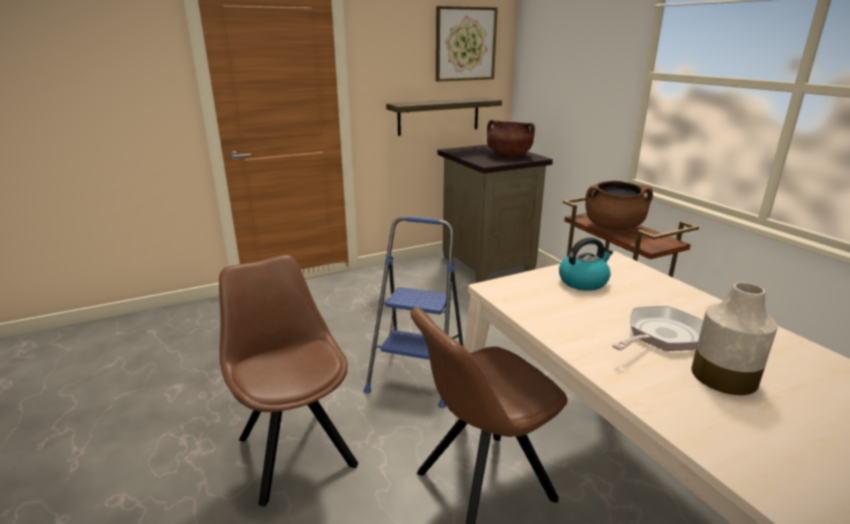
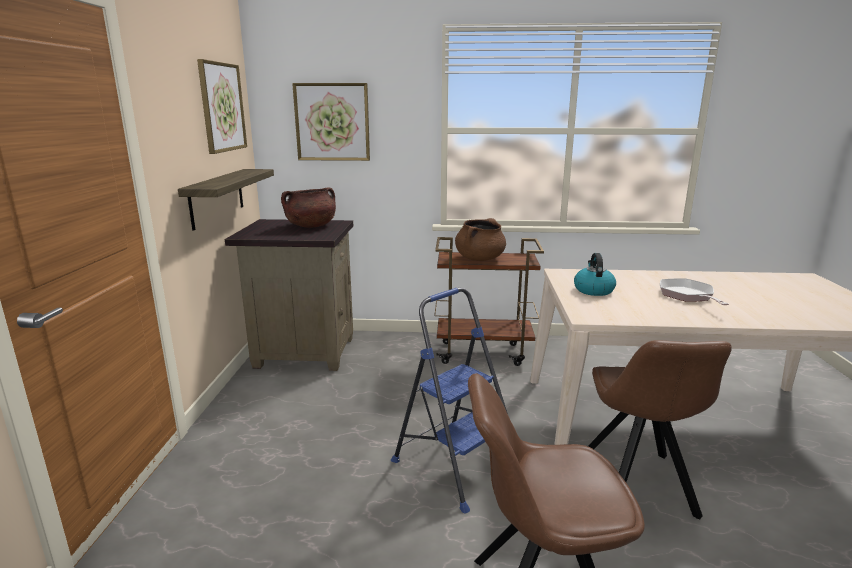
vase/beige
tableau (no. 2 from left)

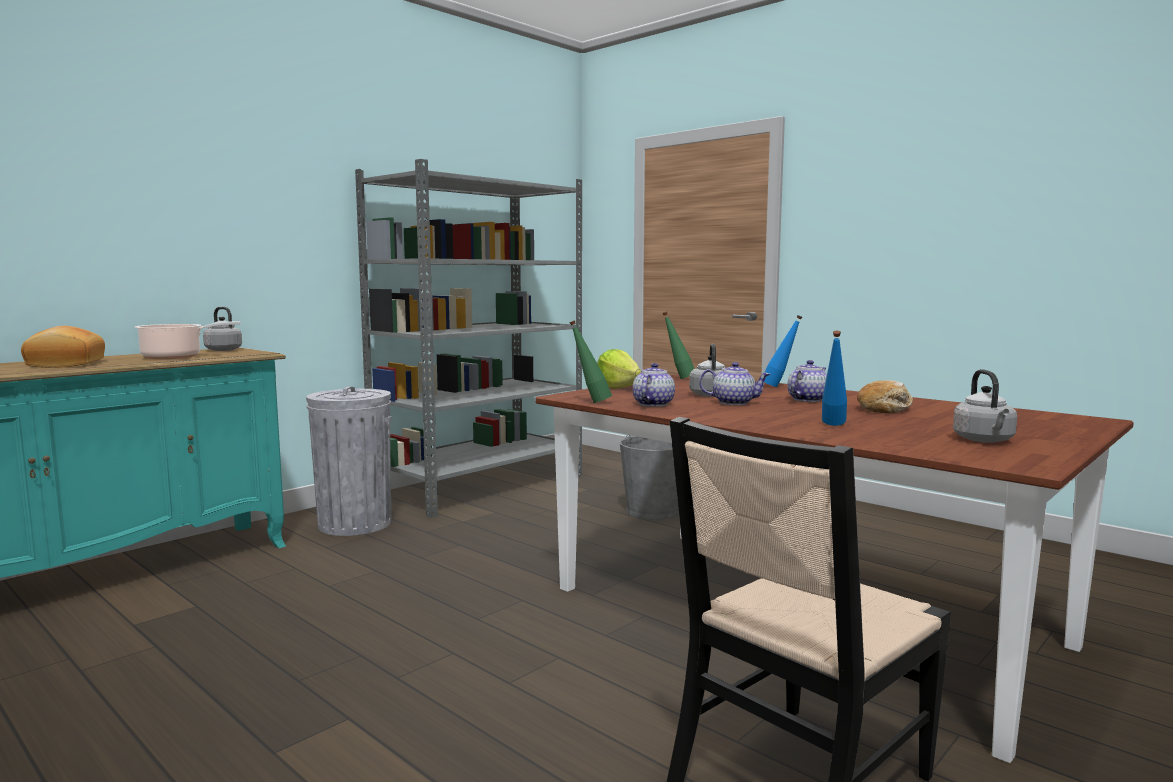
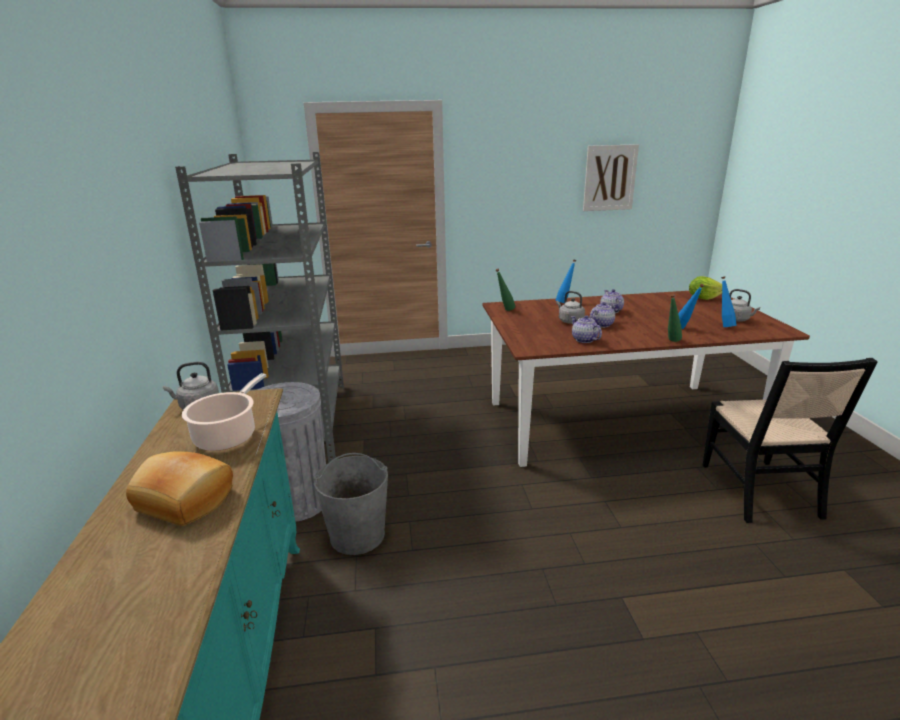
bouteille/vert (no. 2 from left)
laitue
seau/gris
pain (no. 2 from left in the first image)
tableau
bouteille/bleu (no. 3 from left)

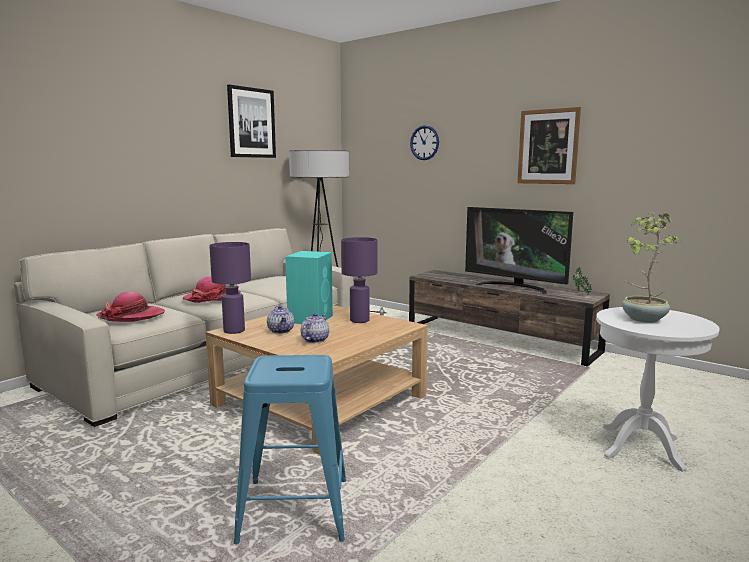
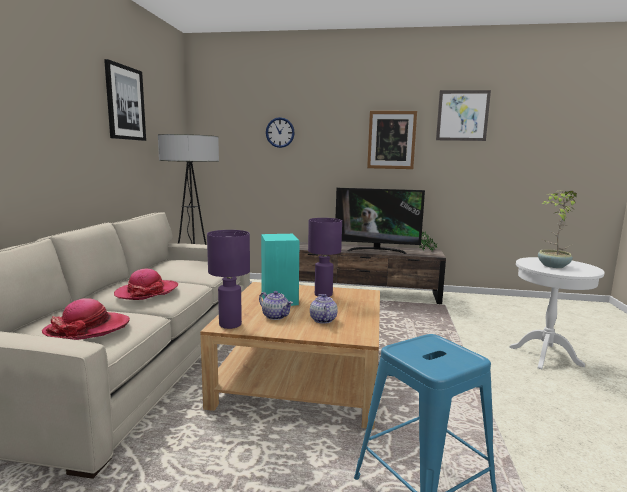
tableau (no. 3 from left)

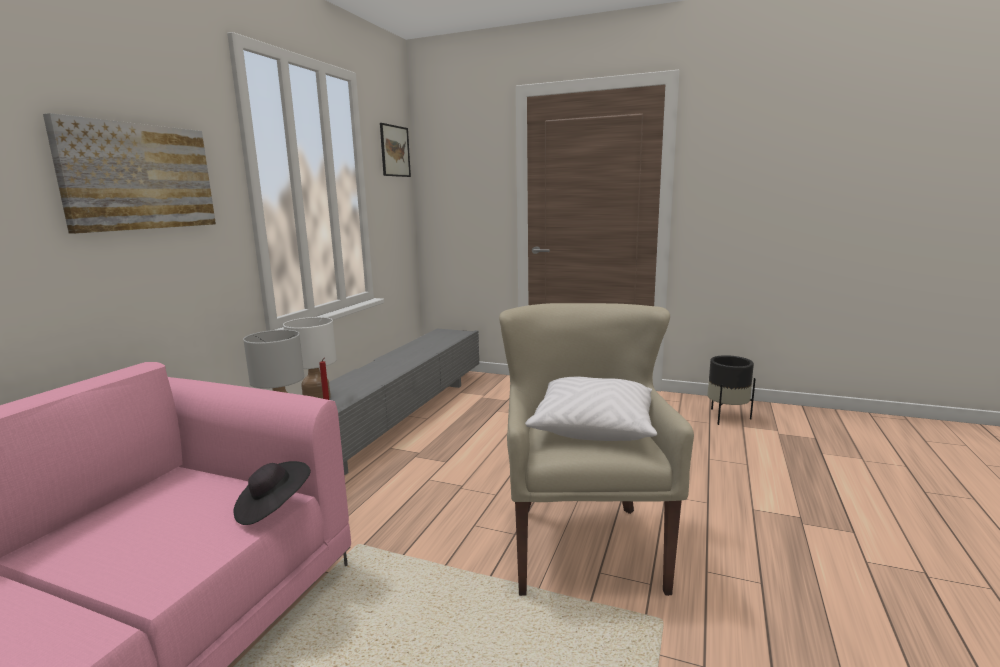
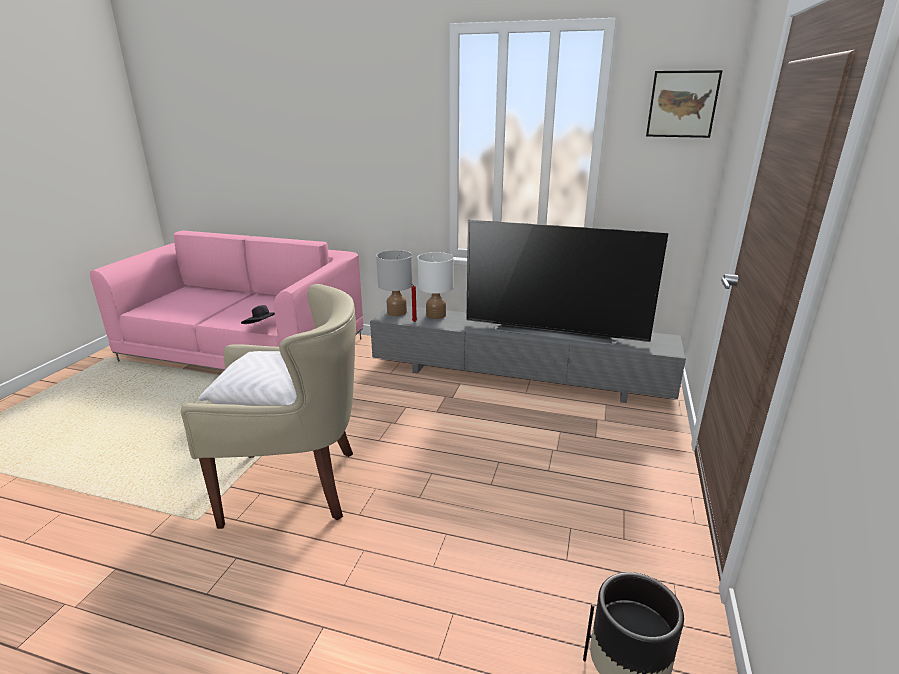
tableau (no. 1 from left in the first image)
téléviseur

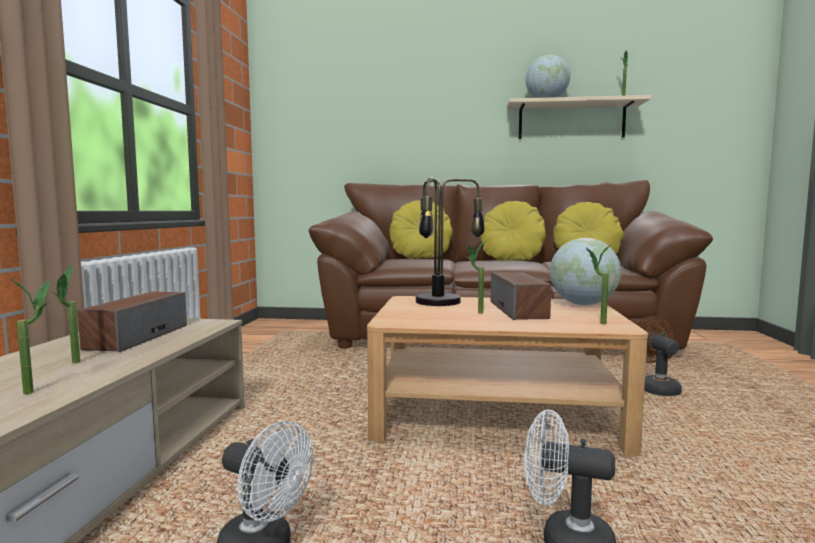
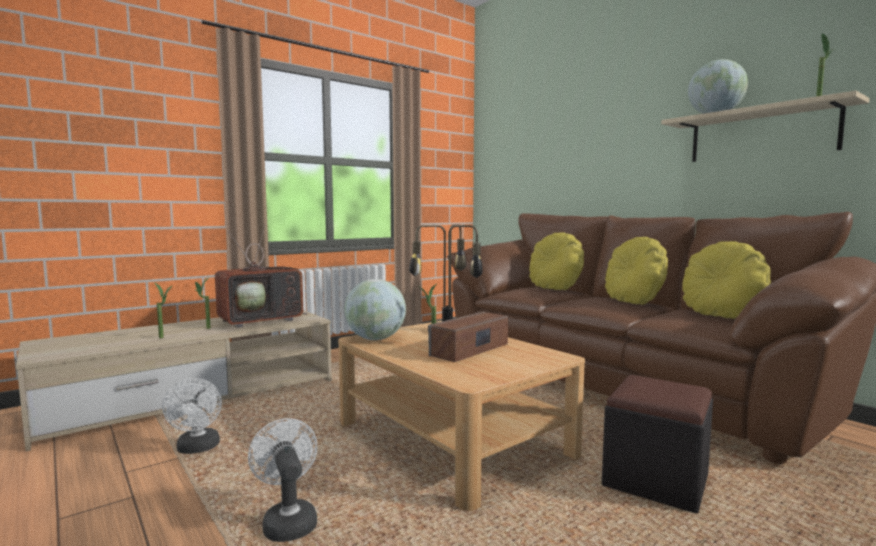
téléviseur
globe (no. 1 from left)
plante en pot (no. 4 from left in the first image)
pouf/noir

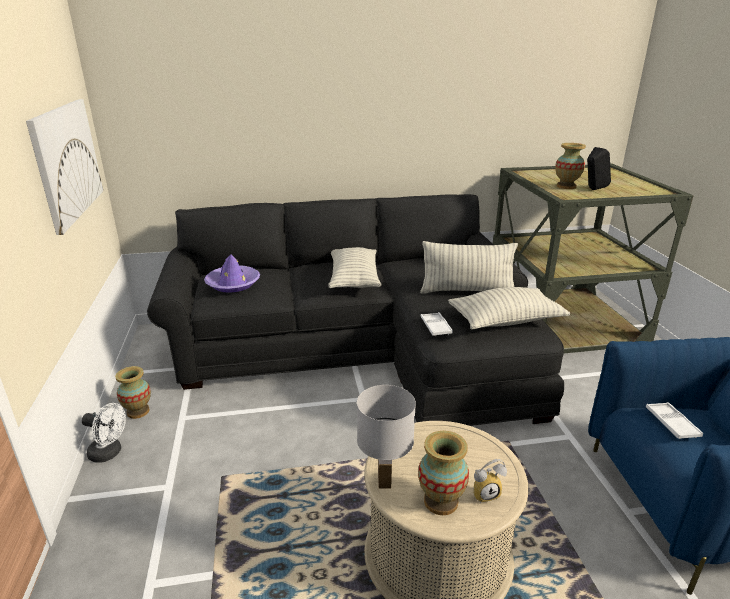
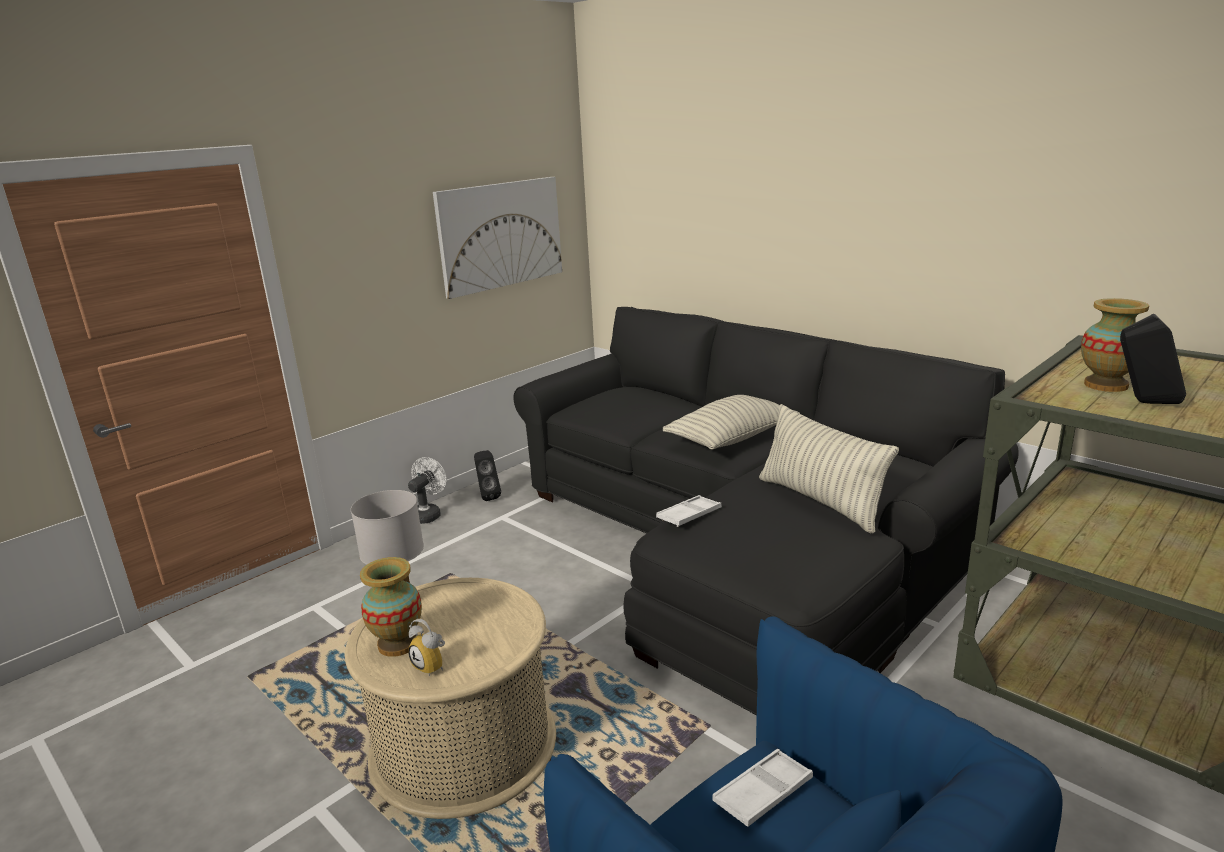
ventilateur/blanc
enceinte/noir (no. 1 from left)
chapeau/violet
coussin (no. 3 from left in the first image)

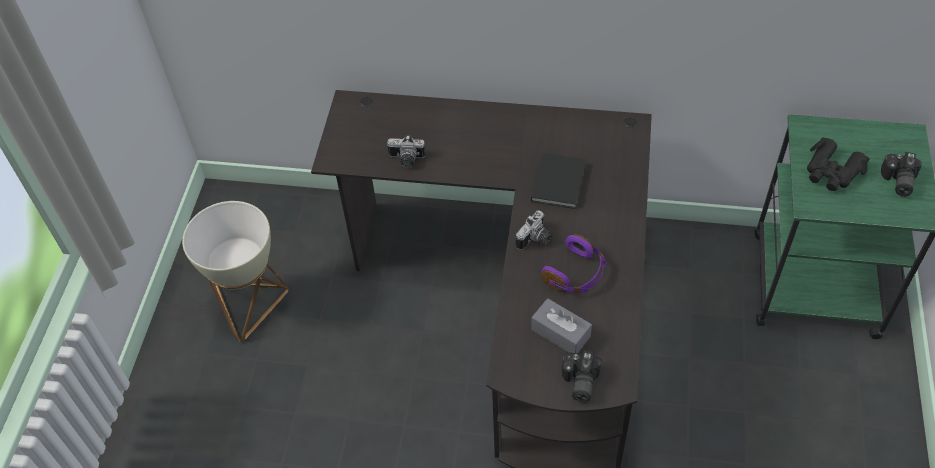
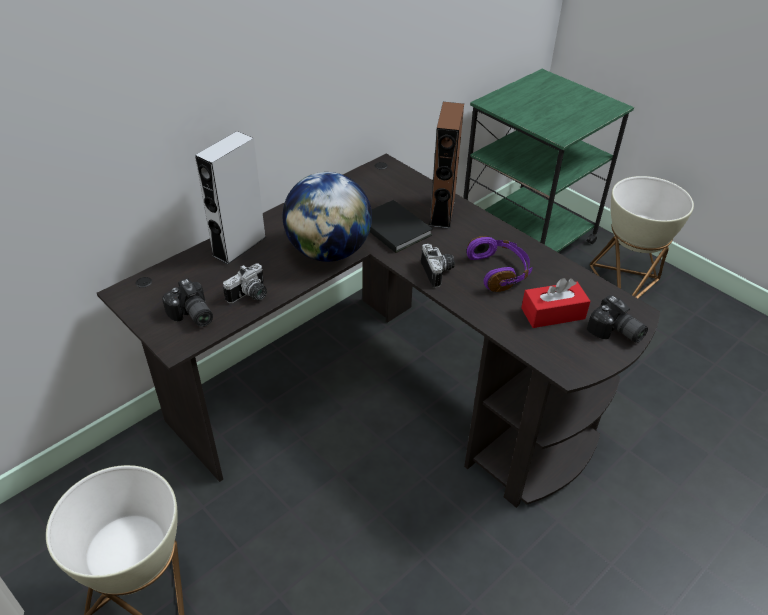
boîte à mouchoirs/rouge
jumelles/noir
appareil photo (no. 1 from left)
enceinte/gris
globe
enceinte/marron
cache-pot (no. 2 from left)

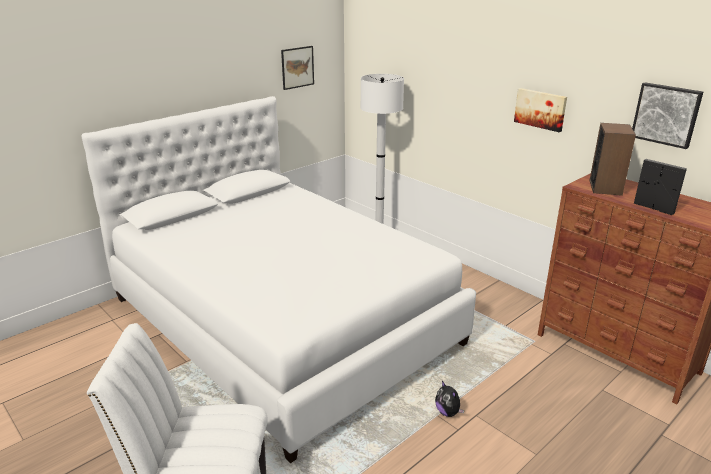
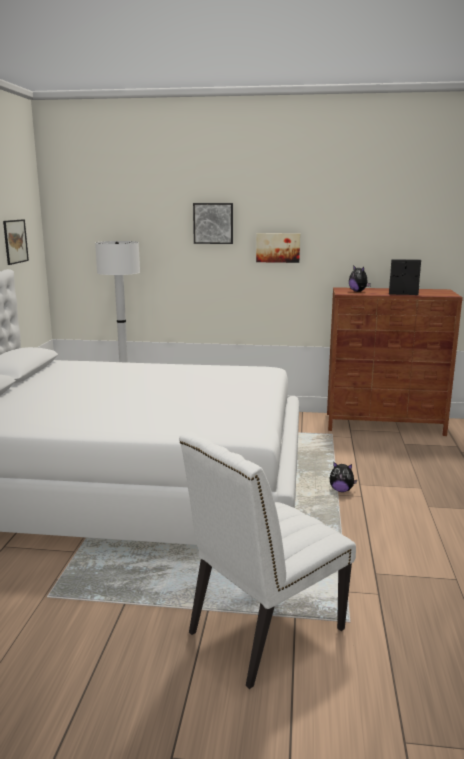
peluche (no. 2 from left)
tableau (no. 2 from left)

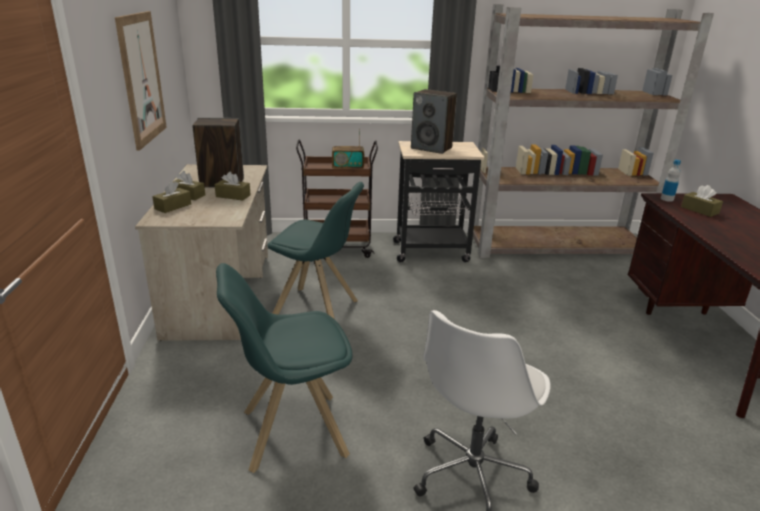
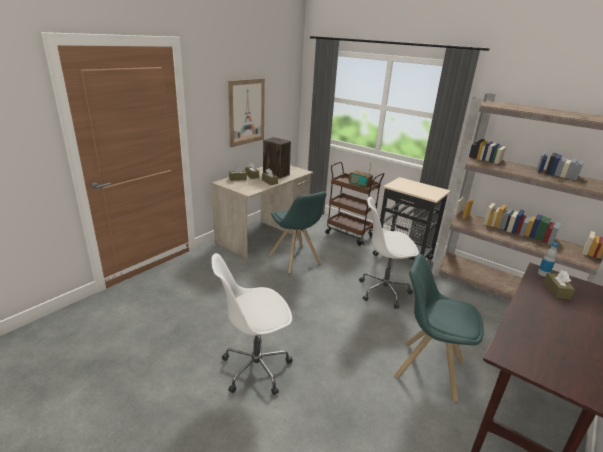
chaise/turquoise (no. 2 from left)
enceinte (no. 2 from left in the first image)
chaise de bureau/blanc (no. 2 from left)

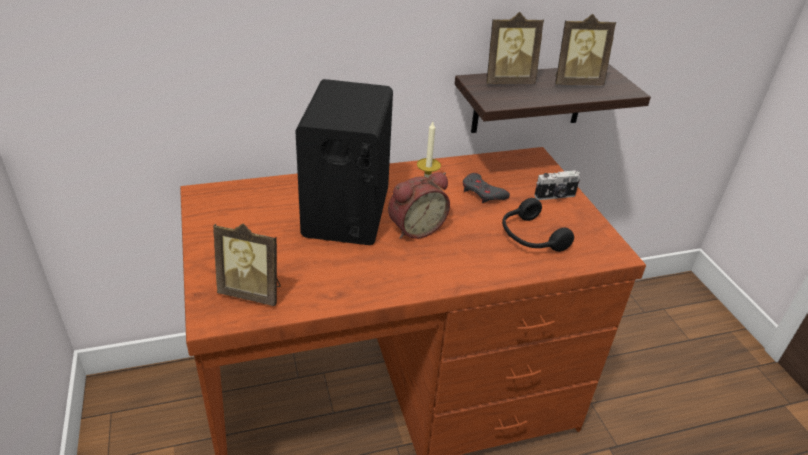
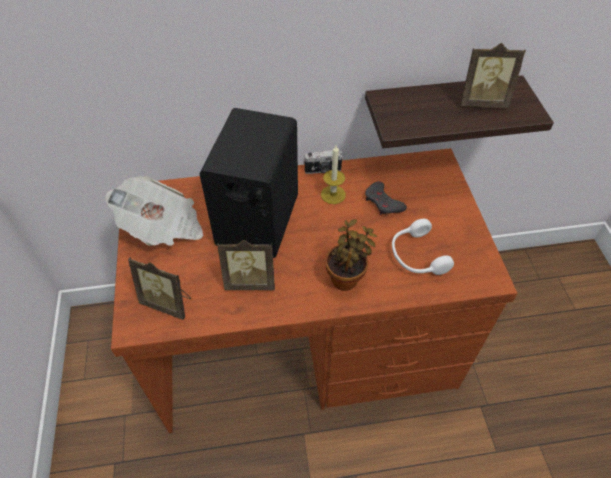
réveil
cadre photo (no. 2 from left)
casque audio/blanc
appareil photo
journal
plante en pot

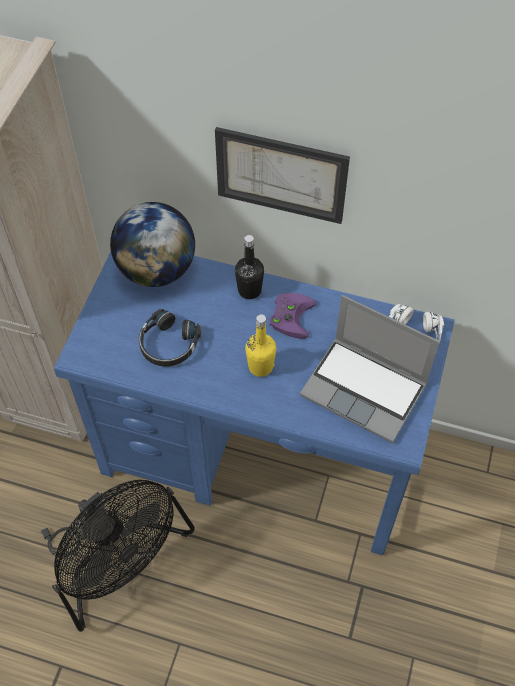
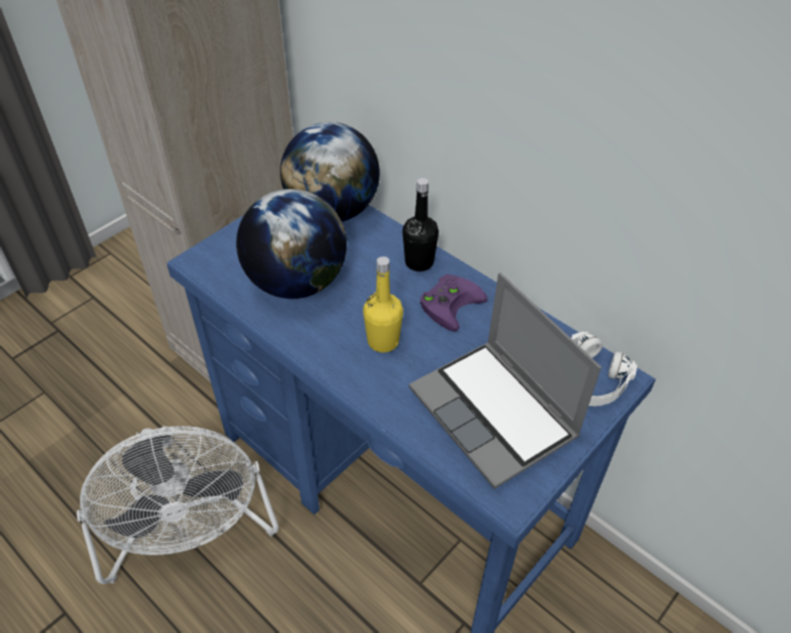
ventilateur/blanc
globe (no. 1 from left)
tableau

